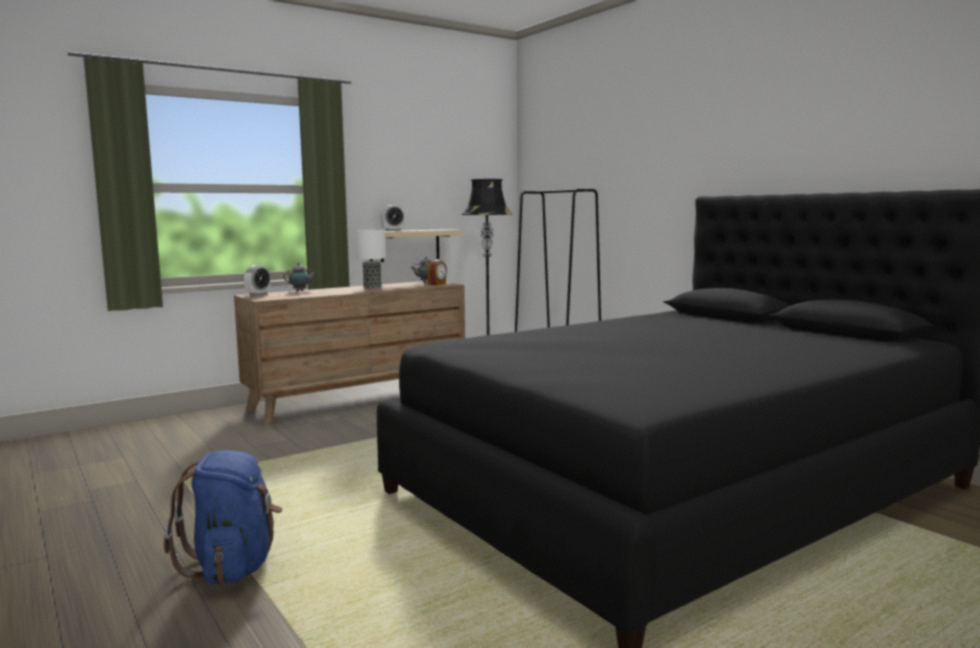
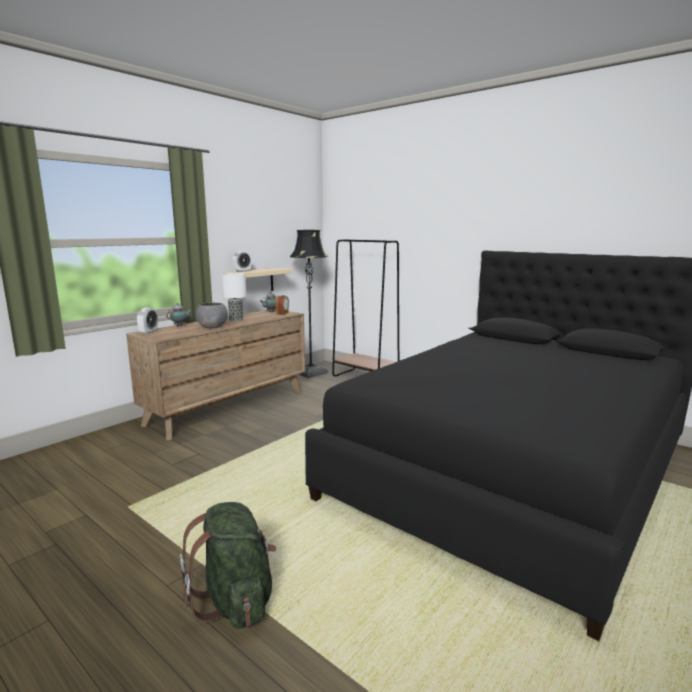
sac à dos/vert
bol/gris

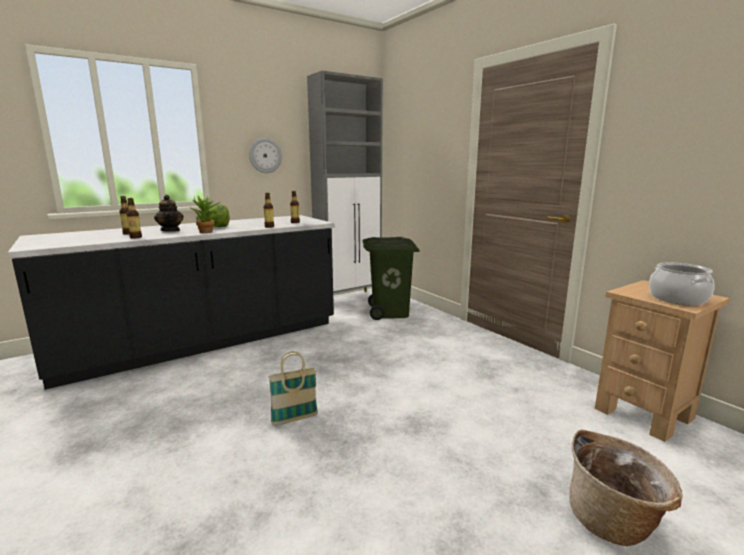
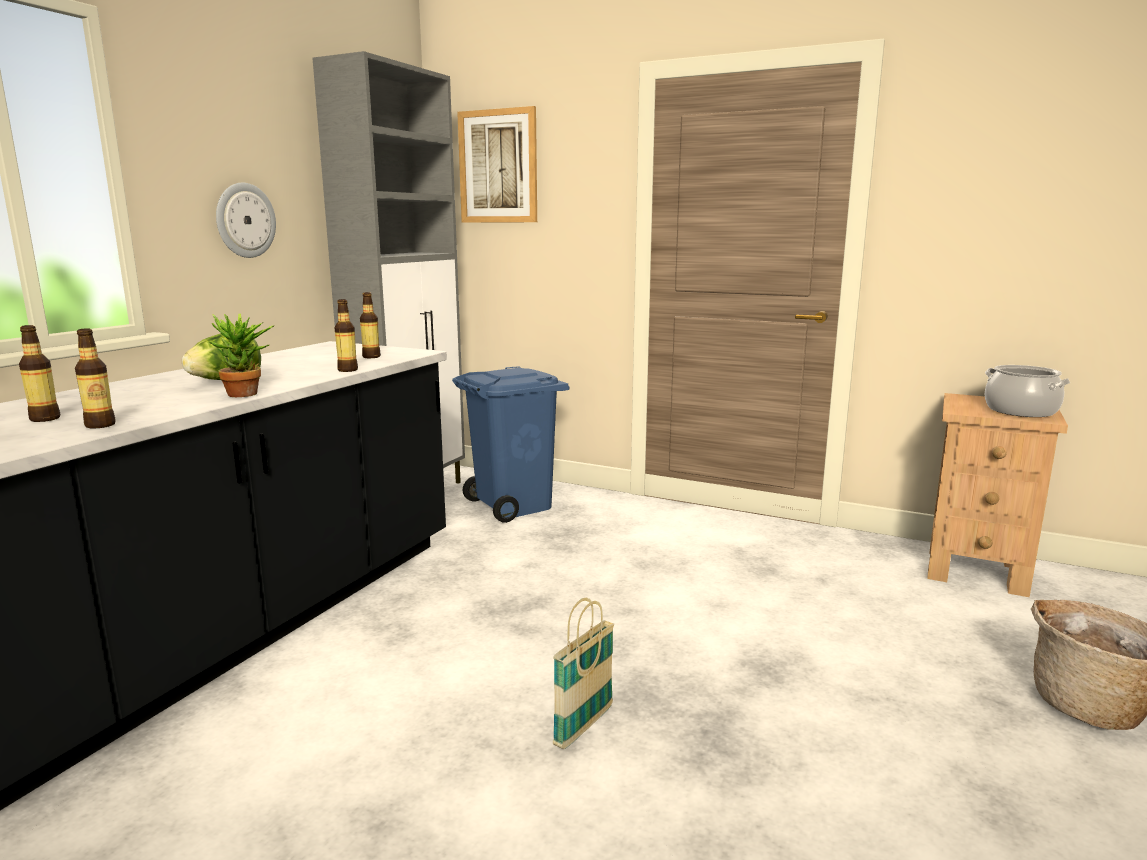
théière
poubelle/bleu
tableau

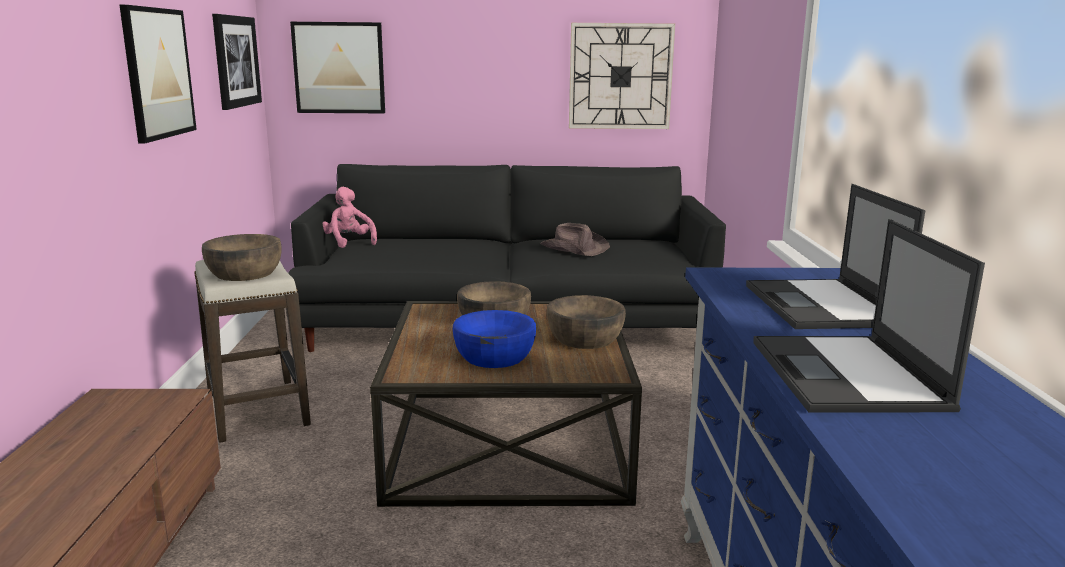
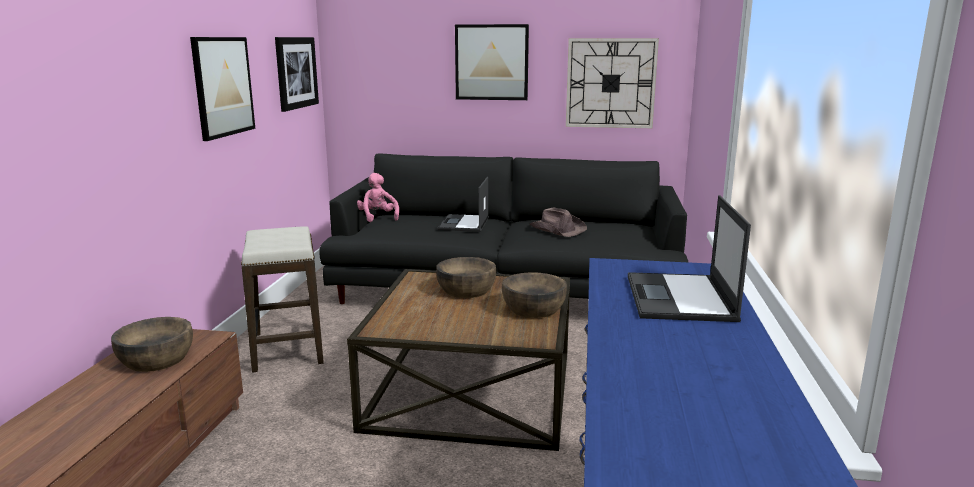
bol/marron (no. 1 from left)
tableau (no. 3 from left)
bol/bleu
ordinateur portable (no. 1 from left)

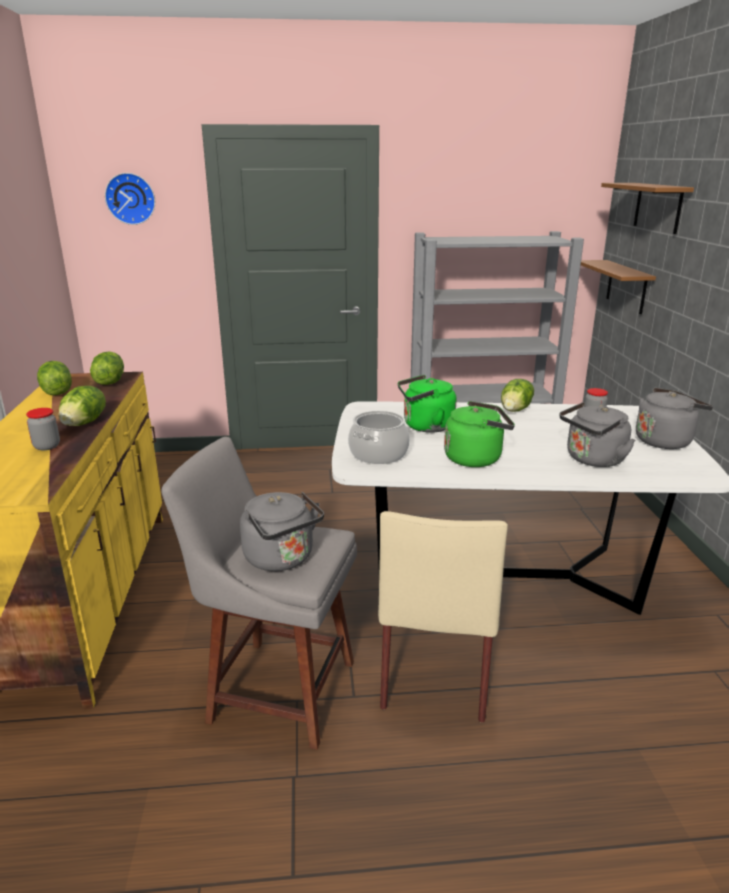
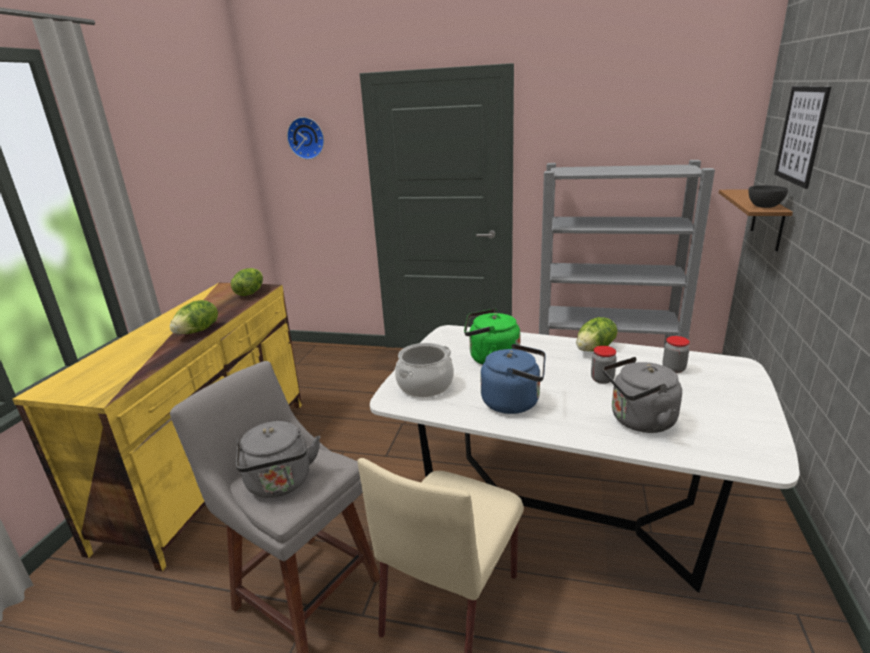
bocal (no. 1 from left)
laitue (no. 1 from left in the first image)
bouilloire/bleu
tableau
bouilloire/gris (no. 3 from left in the first image)
bol/gris

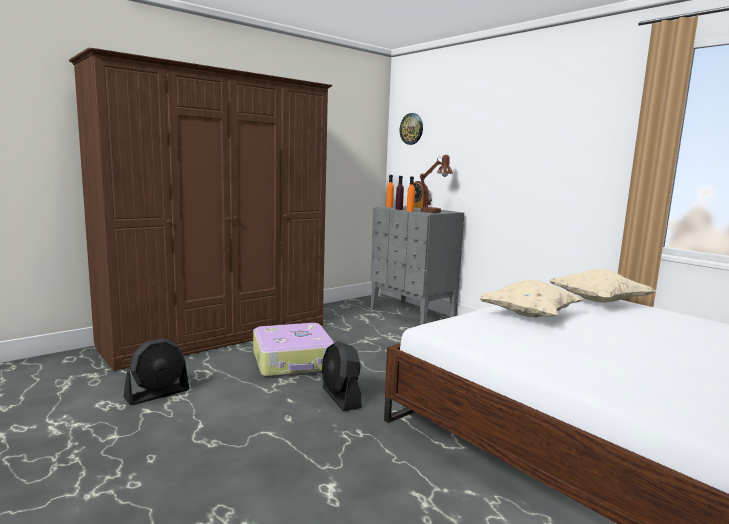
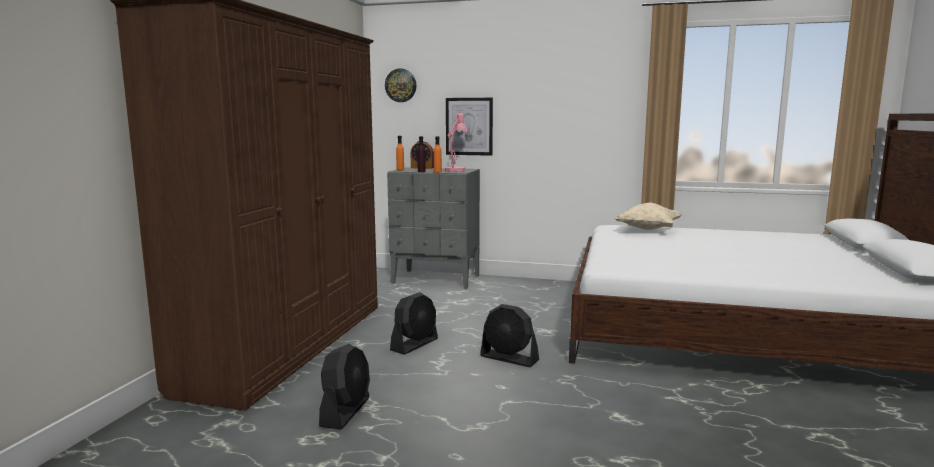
ventilateur/noir (no. 2 from left)
lampe de table/rose
coussin/beige (no. 1 from left in the first image)
tableau

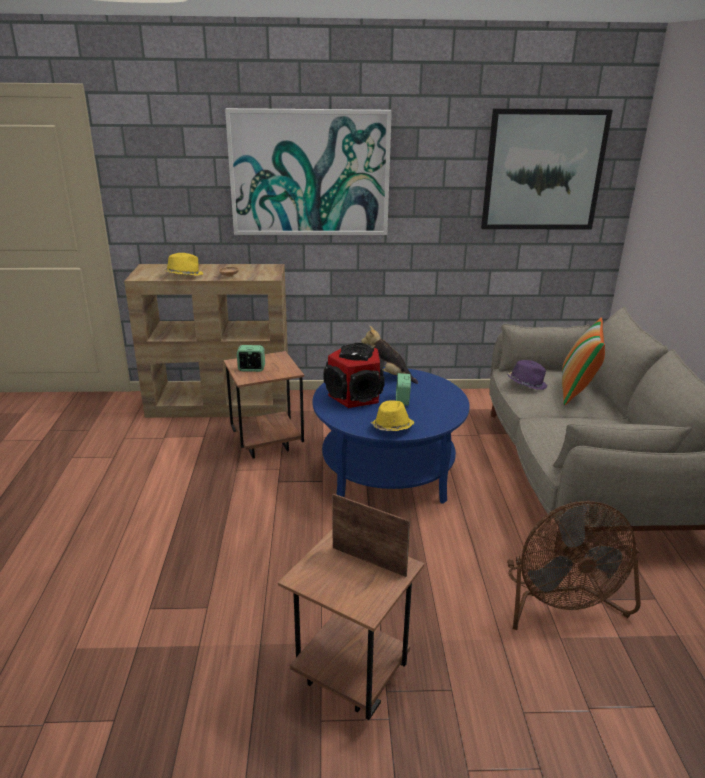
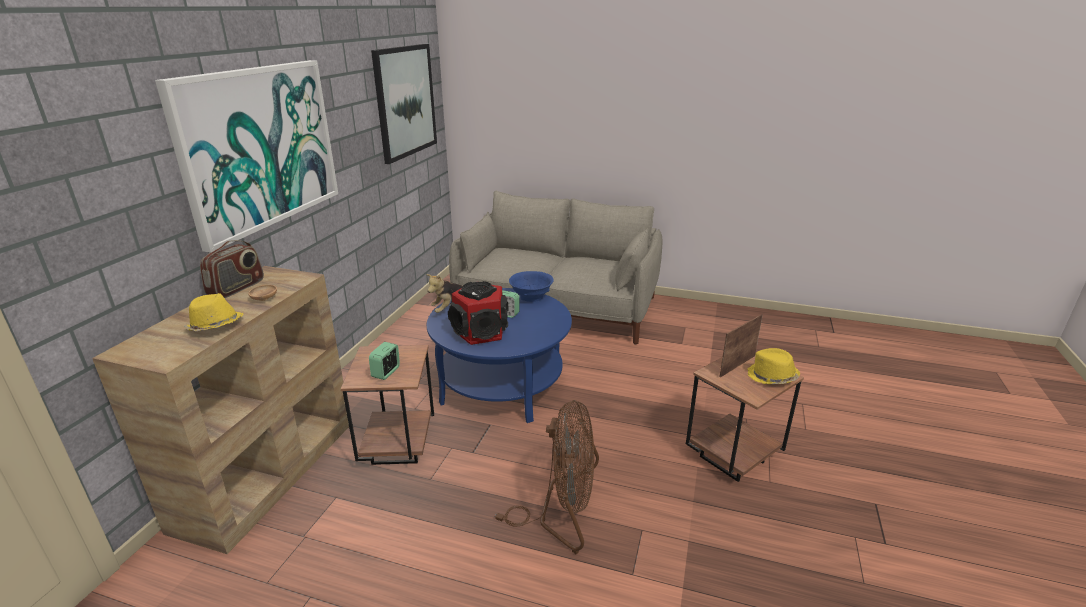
chapeau/jaune (no. 2 from left)
ventilateur/marron
chapeau/violet
coussin
radio
bol/bleu

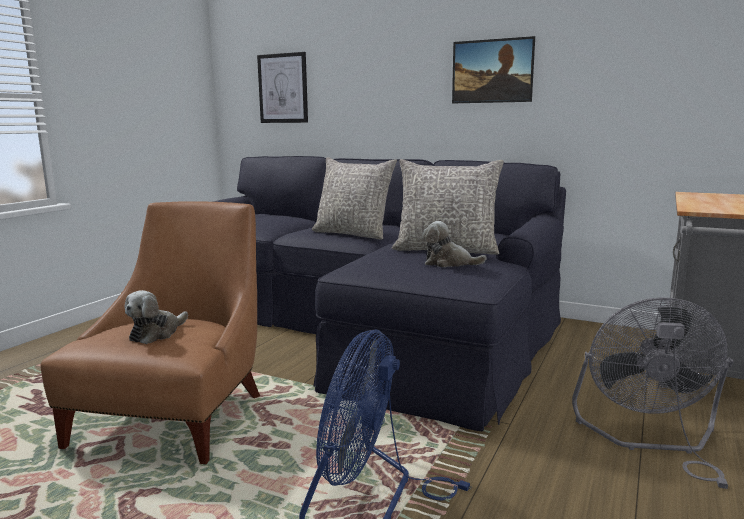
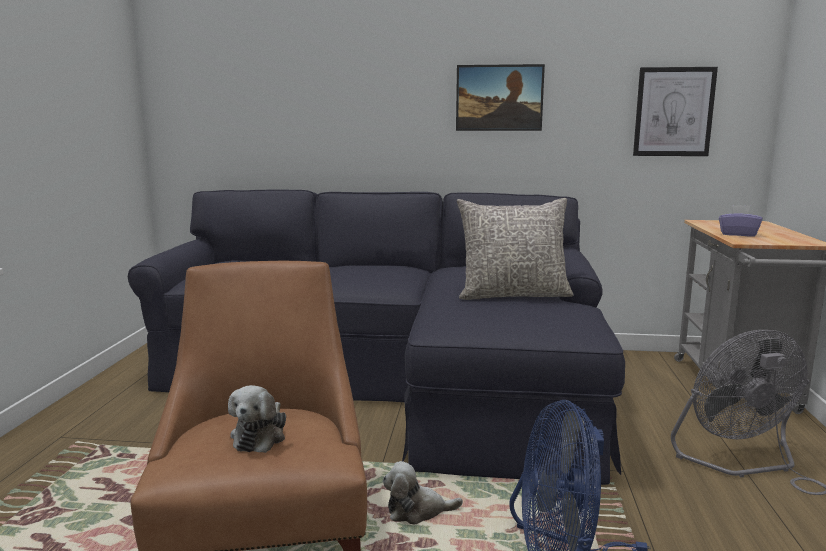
tableau (no. 2 from left)
coussin/gris (no. 1 from left in the first image)
peluche (no. 2 from left)
boîte à mouchoirs/violet

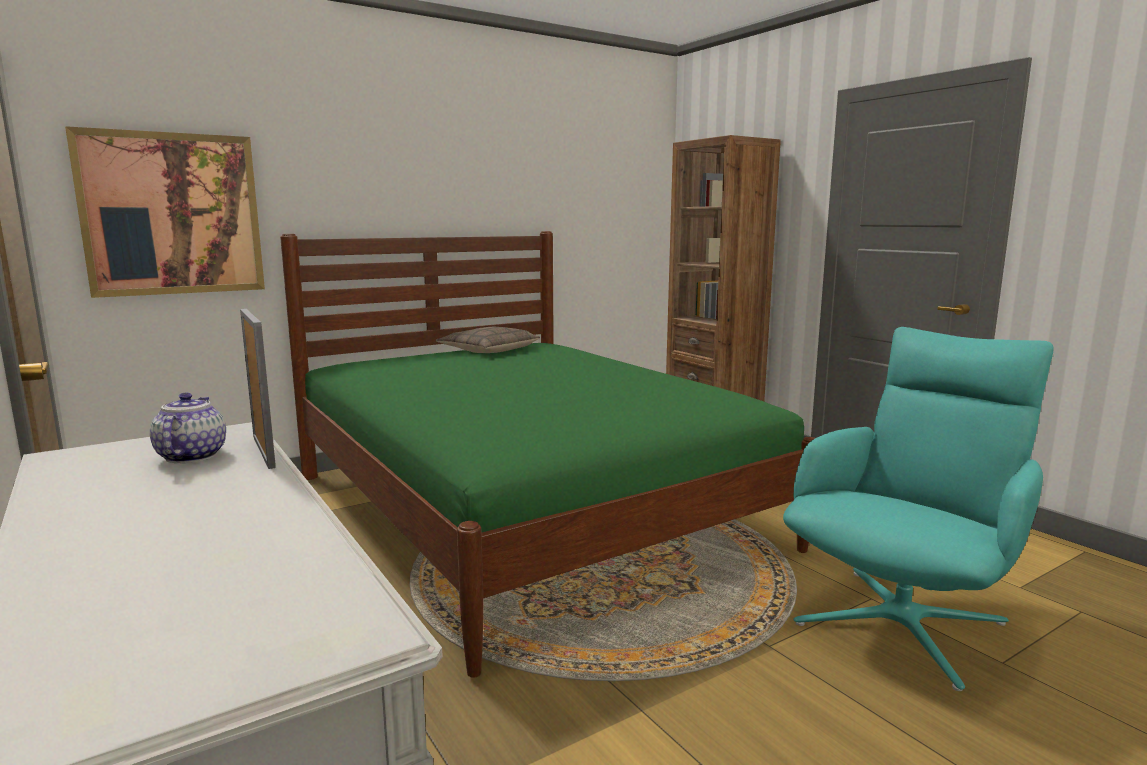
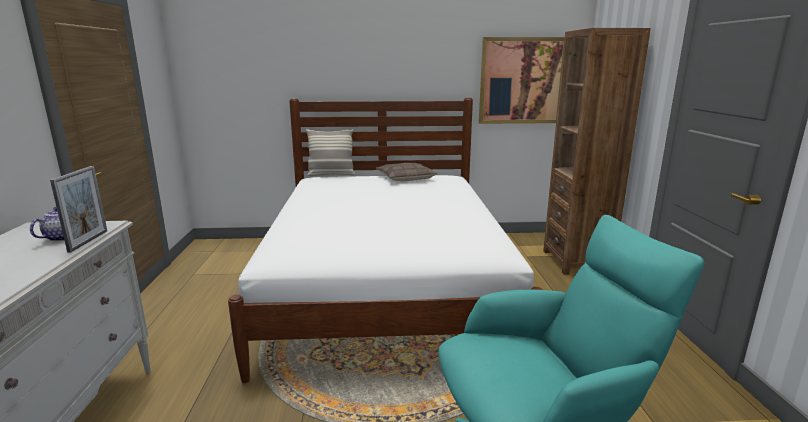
tableau
lit/blanc
coussin (no. 1 from left)

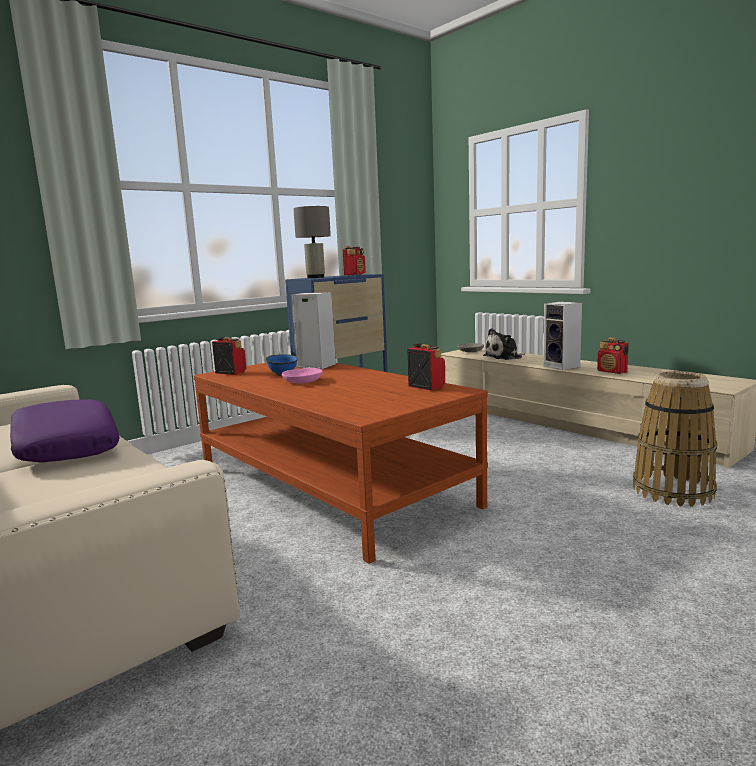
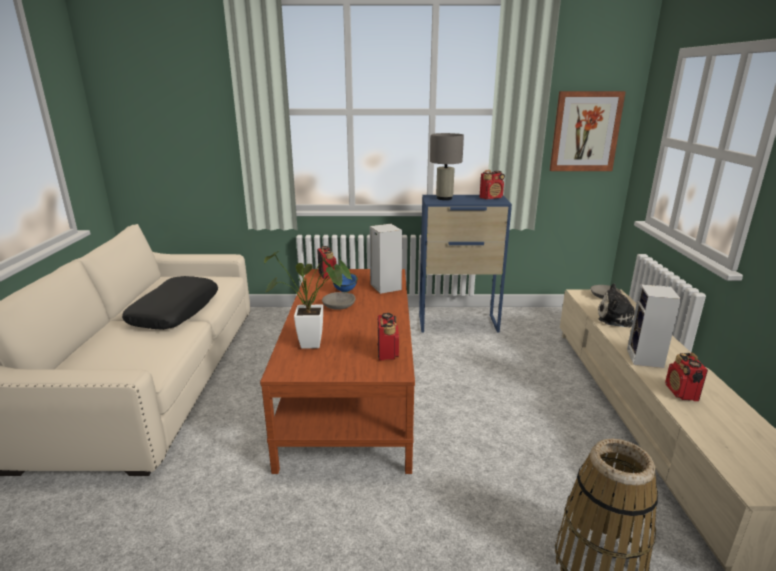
coussin/noir
bol/gris (no. 1 from left)
plante en pot
tableau

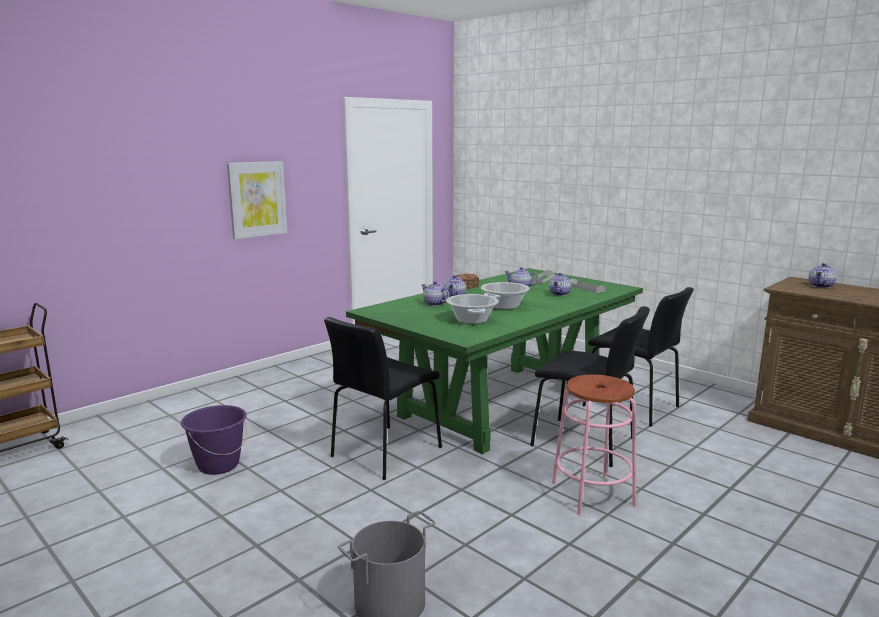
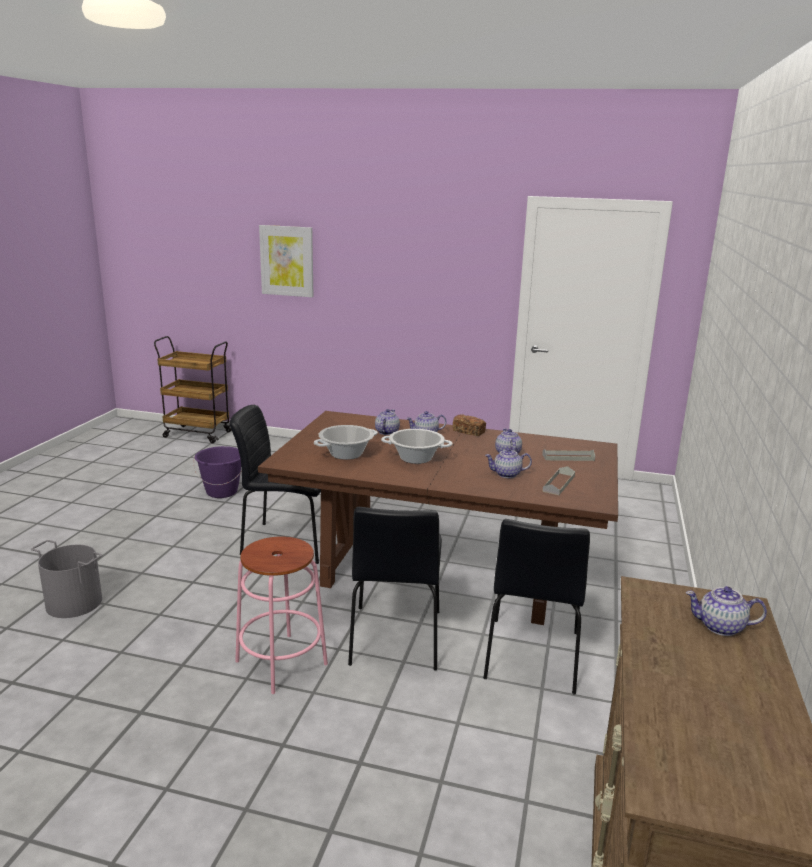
tableau
table à manger/marron

